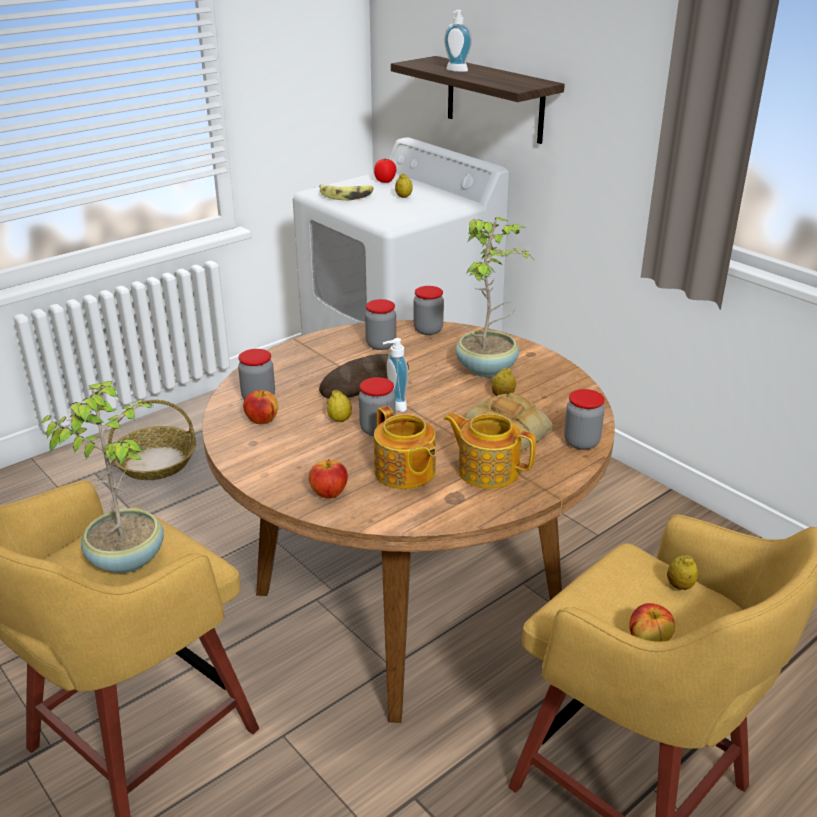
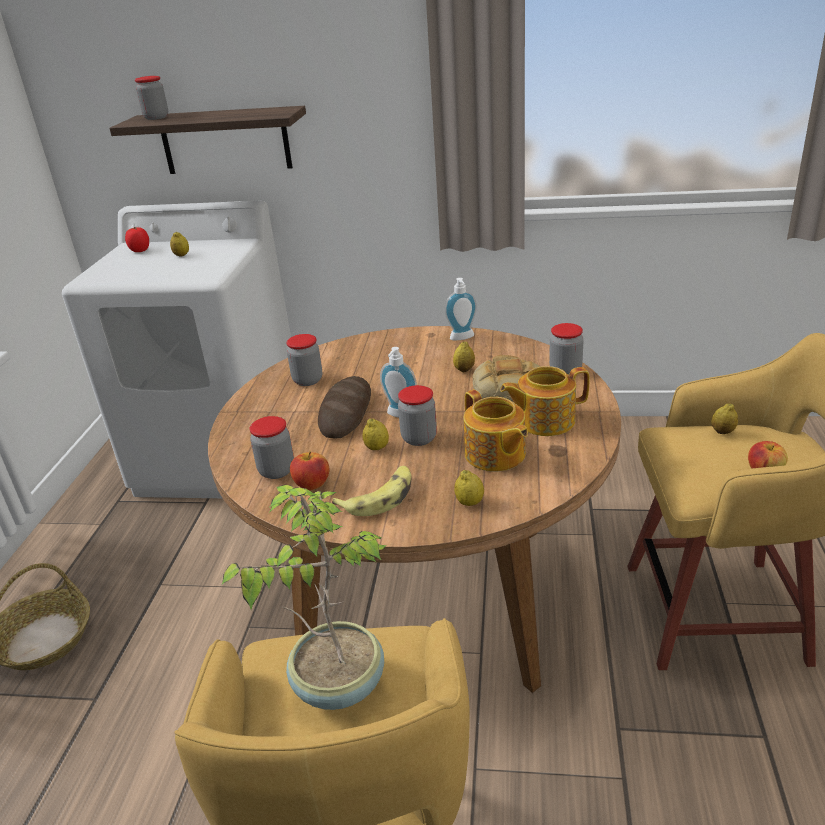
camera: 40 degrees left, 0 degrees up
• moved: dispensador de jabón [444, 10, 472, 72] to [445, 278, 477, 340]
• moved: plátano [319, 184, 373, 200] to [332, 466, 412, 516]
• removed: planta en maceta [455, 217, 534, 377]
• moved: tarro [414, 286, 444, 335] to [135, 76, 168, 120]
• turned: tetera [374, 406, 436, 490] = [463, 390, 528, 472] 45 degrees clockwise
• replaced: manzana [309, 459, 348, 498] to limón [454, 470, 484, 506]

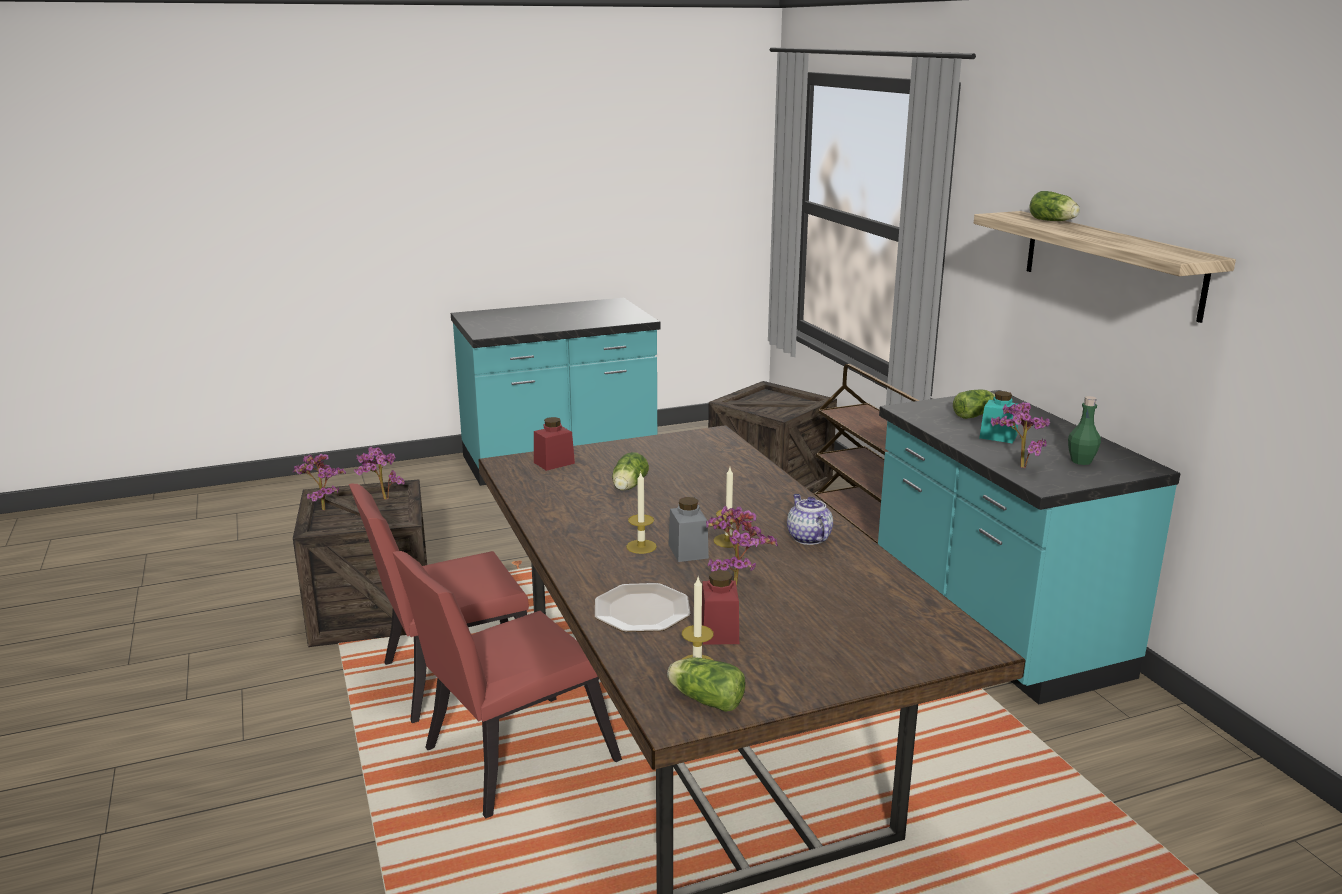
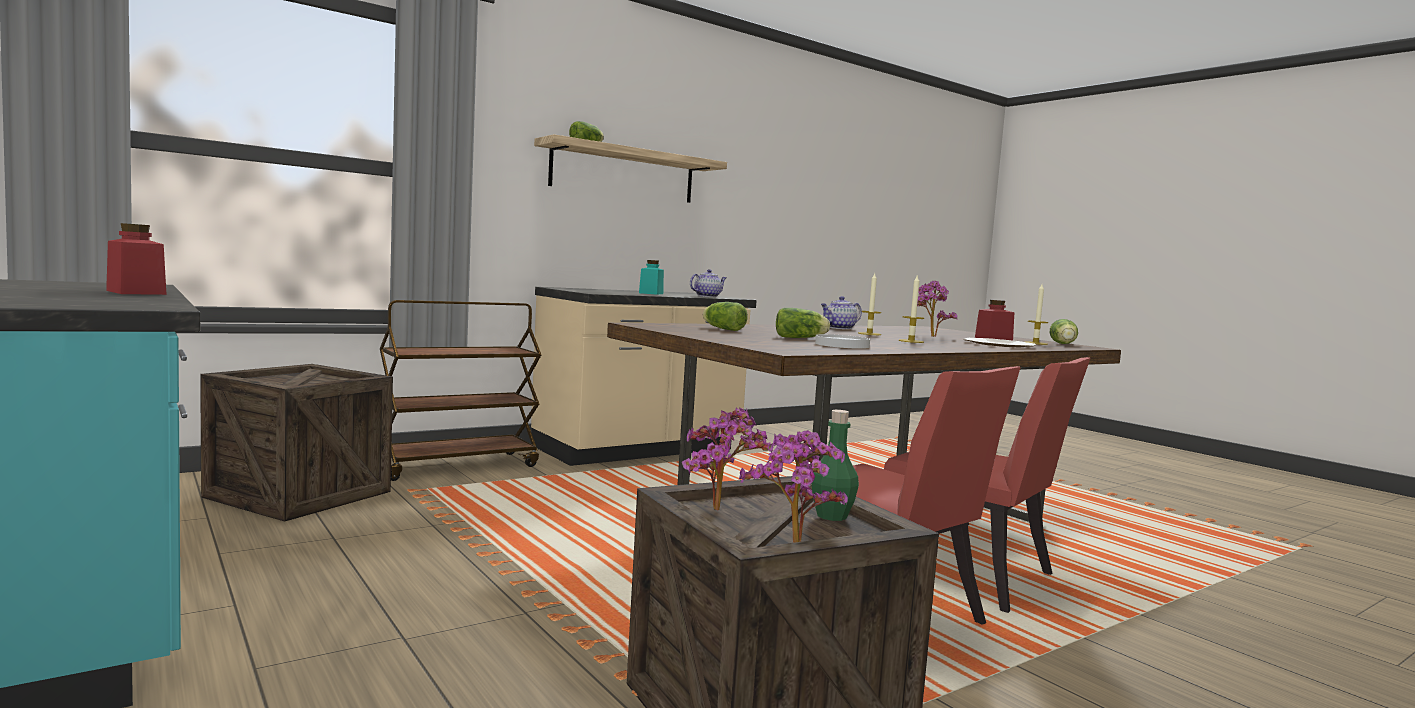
camera: 105 degrees left, 15 degrees down
• moved: lechuga [953, 389, 995, 419] to [703, 302, 748, 331]
• recoloured: mueble bajo de cocina [turquesa] [878, 390, 1180, 705] to mueble bajo de cocina [beis] [531, 287, 757, 466]
• moved: botella [verde] [1068, 396, 1101, 465] to [812, 410, 859, 521]
• replaced: planta en maceta [991, 402, 1050, 468] to tetera [690, 269, 726, 297]
• moved: tarro [rojo] [534, 417, 575, 471] to [106, 223, 167, 295]
• removed: tarro [gris] [668, 497, 709, 562]
• added: plato [blanco] [815, 334, 870, 349]

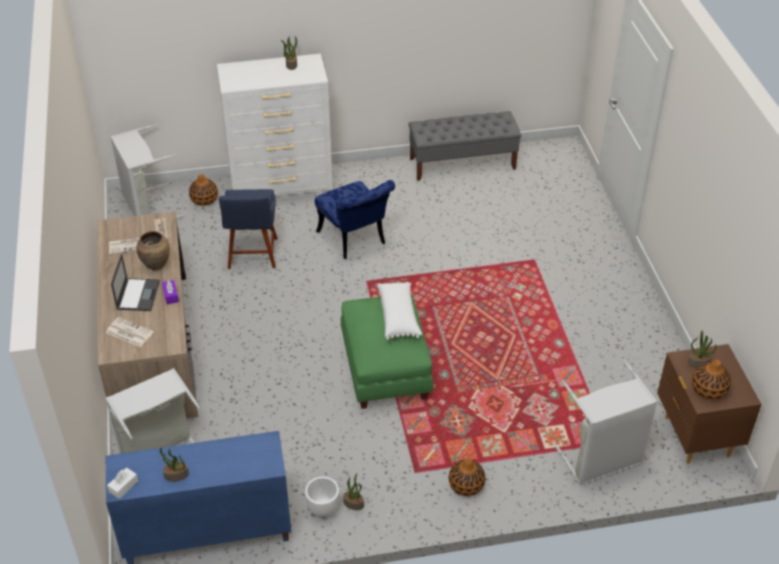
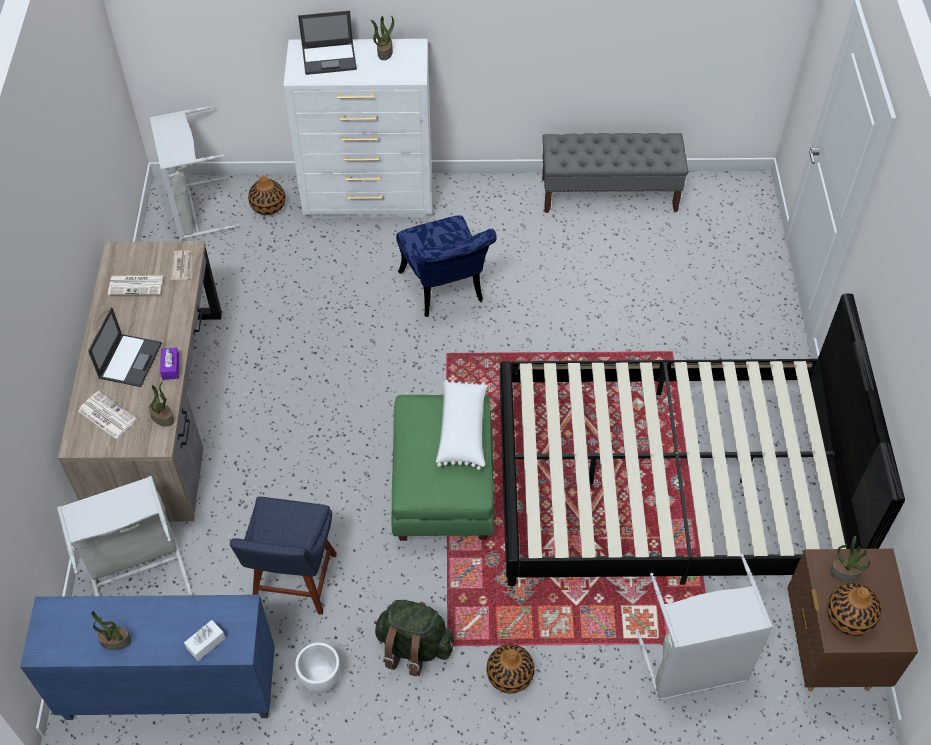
camera: 10 degrees right, 10 degrees up
• moved: silla [azul] [219, 189, 277, 269] to [230, 497, 337, 615]
• removed: florero [marrón] [137, 231, 170, 271]
• moved: caja de pañuelos [blanco] [107, 468, 138, 499] to [184, 620, 225, 661]
• moved: planta en maceta [343, 474, 364, 510] to [148, 381, 174, 427]
• added: portátil [298, 11, 357, 75]
• added: cama [negro] [500, 294, 905, 587]
• added: mochila [verde] [374, 600, 454, 676]

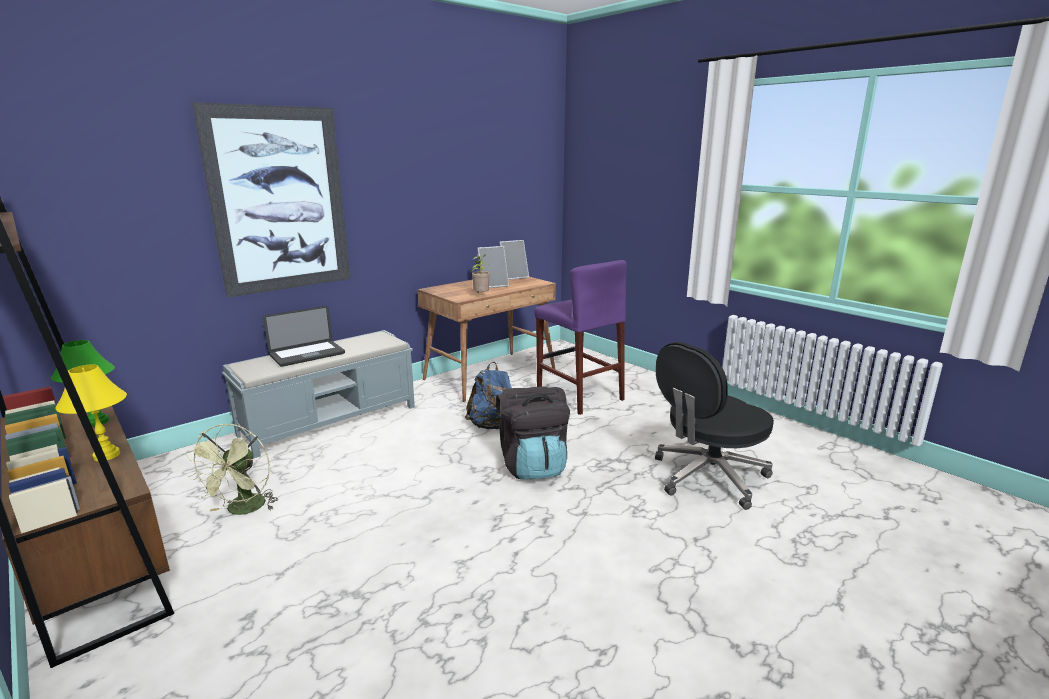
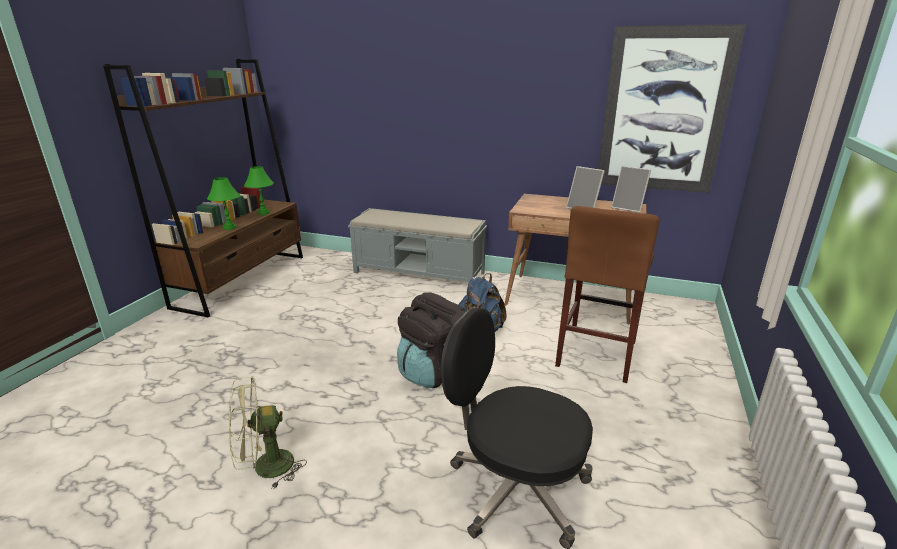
camera: 60 degrees right, 5 degrees up
• moved: cuadro [192, 102, 350, 298] to [598, 24, 746, 193]
• removed: planta en maceta [471, 254, 490, 293]
• recoloured: taburete [morado] [534, 260, 627, 415] to taburete [marrón] [555, 206, 660, 383]
• removed: portátil [263, 306, 345, 367]
• recoloured: lámpara de mesa [amarillo] [55, 364, 127, 461] to lámpara de mesa [verde] [207, 177, 240, 230]
• moved: ventilador [verde] [186, 423, 279, 515] to [229, 376, 307, 489]

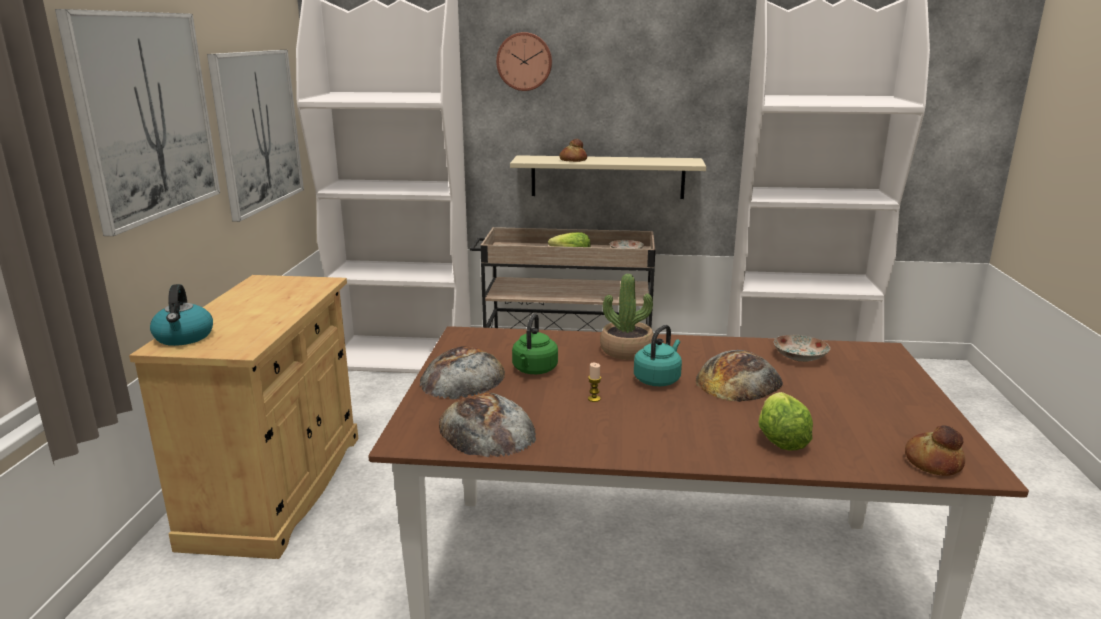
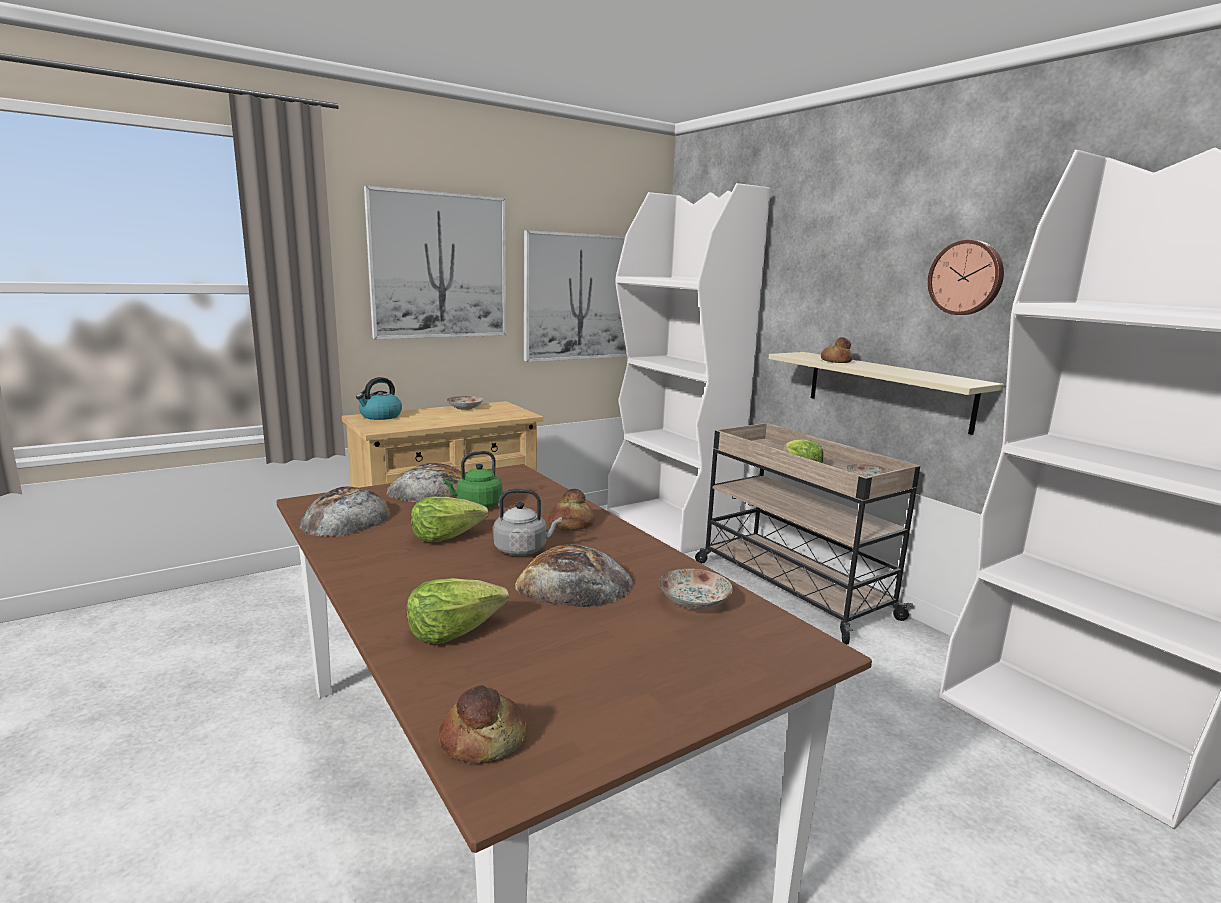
camera: 50 degrees right, 5 degrees down
• moved: reloj de pared [496, 32, 552, 91] to [928, 240, 1004, 315]
• replaced: planta en maceta [600, 274, 654, 360] to pan [548, 489, 595, 531]
• recoloured: hervidor [turquesa] [634, 325, 682, 386] to hervidor [gris] [493, 488, 562, 555]
• replaced: vela [588, 363, 601, 402] to lechuga [411, 497, 488, 542]
• added: plato [446, 396, 483, 410]

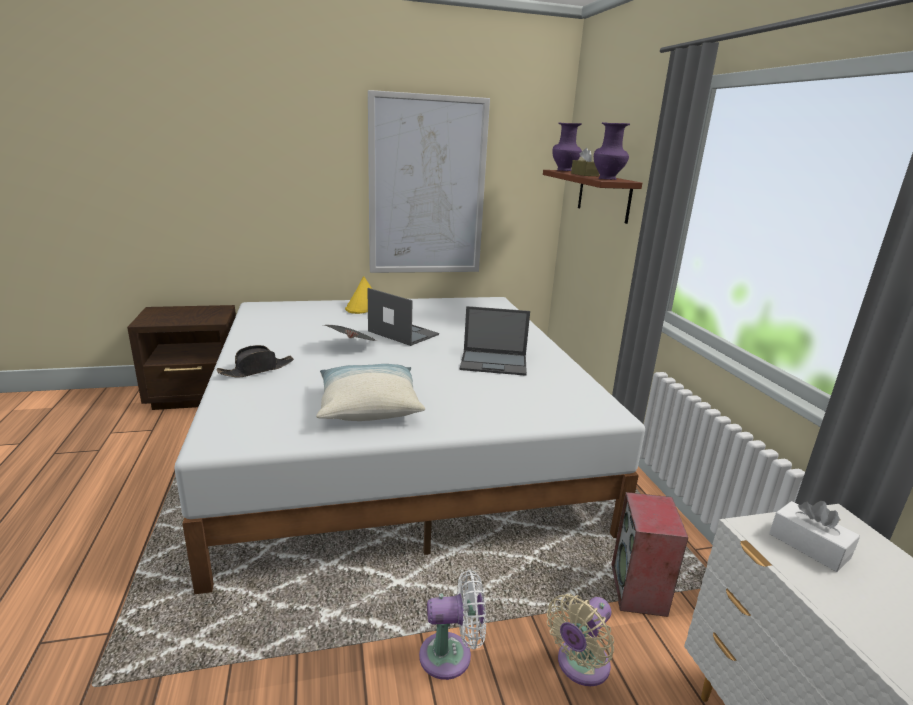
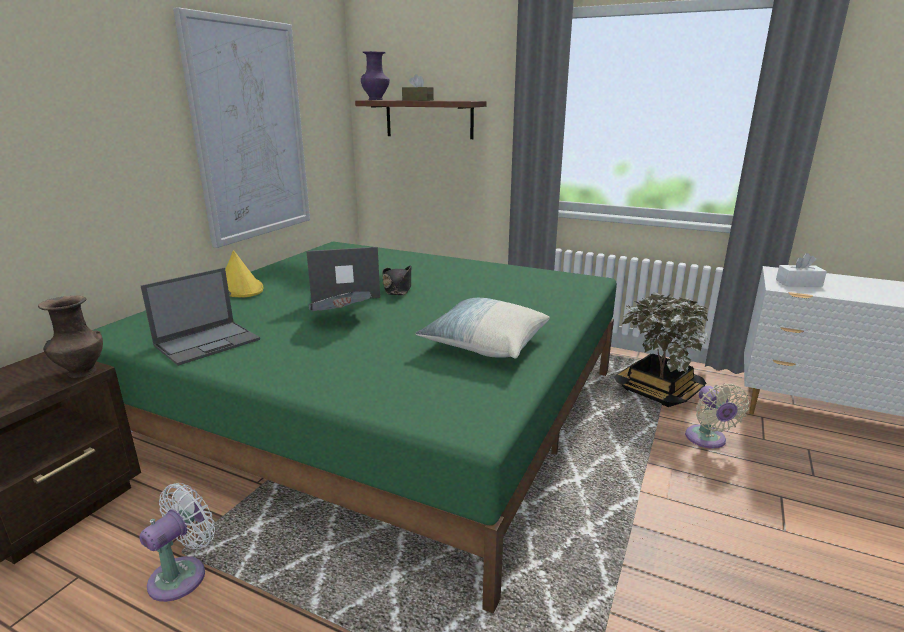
camera: 50 degrees left, 0 degrees up
• removed: florero [morado] [594, 122, 630, 180]
• recoloured: cama [blanco] [174, 297, 645, 595] to cama [verde] [92, 242, 617, 614]
• moved: portátil [460, 306, 530, 376] to [140, 268, 260, 366]
• moved: sombrero [negro] [217, 345, 294, 377] to [382, 266, 411, 295]
• replaced: altavoz [611, 492, 688, 617] to planta en maceta [614, 293, 709, 407]
• moved: ventilador [blanco] [419, 570, 486, 680] to [140, 483, 215, 602]
• added: florero [marrón] [38, 295, 103, 378]

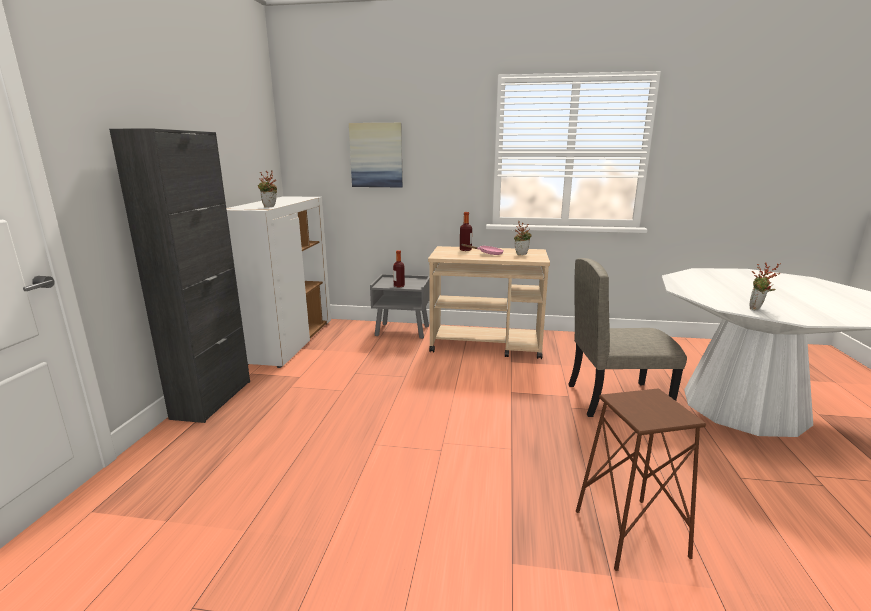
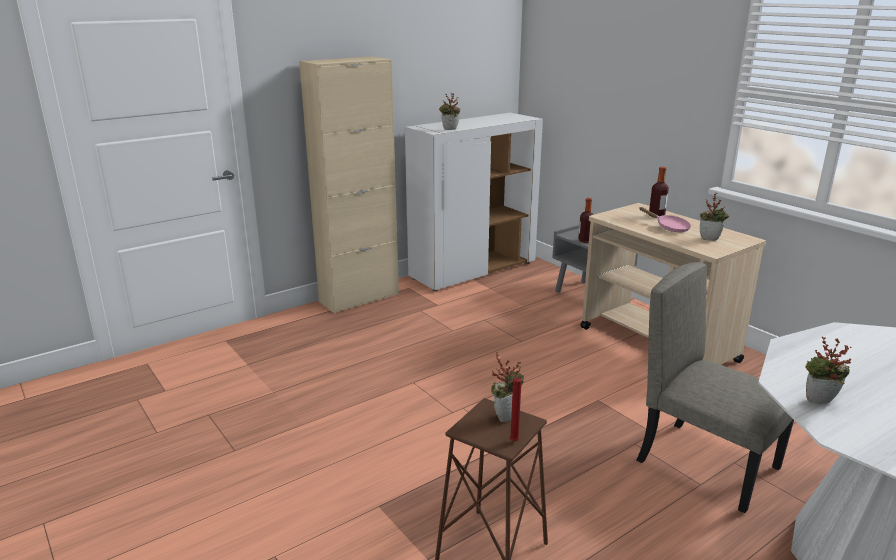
camera: 45 degrees right, 5 degrees up
• removed: cuadro [349, 123, 403, 188]
• recoloured: armario [negro] [109, 128, 250, 423] to armario [beis] [299, 56, 399, 314]
• added: planta en maceta [491, 352, 524, 422]
• added: vela [rojo] [510, 375, 524, 442]

